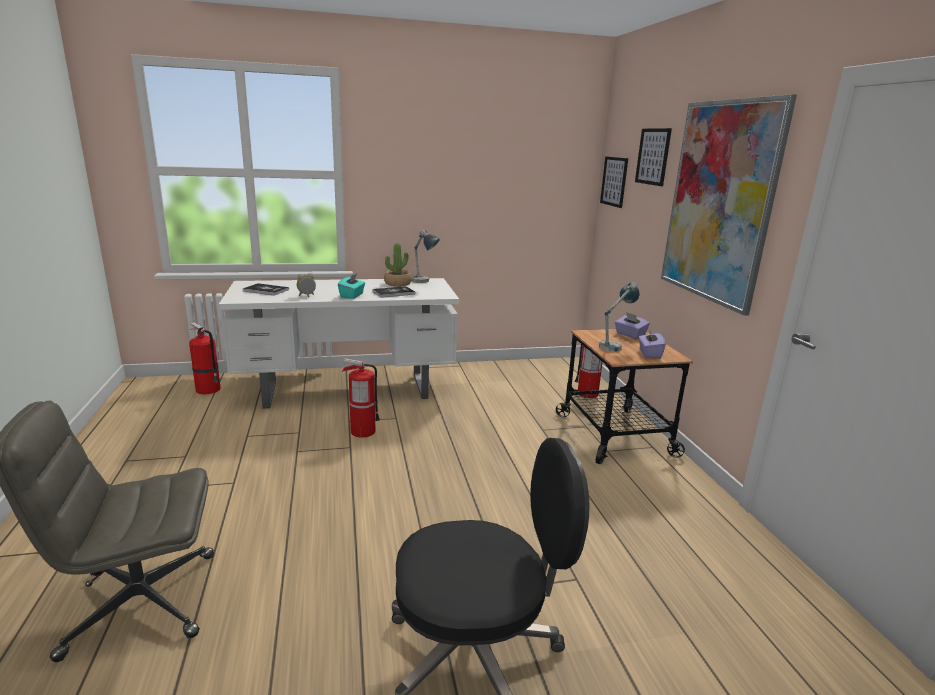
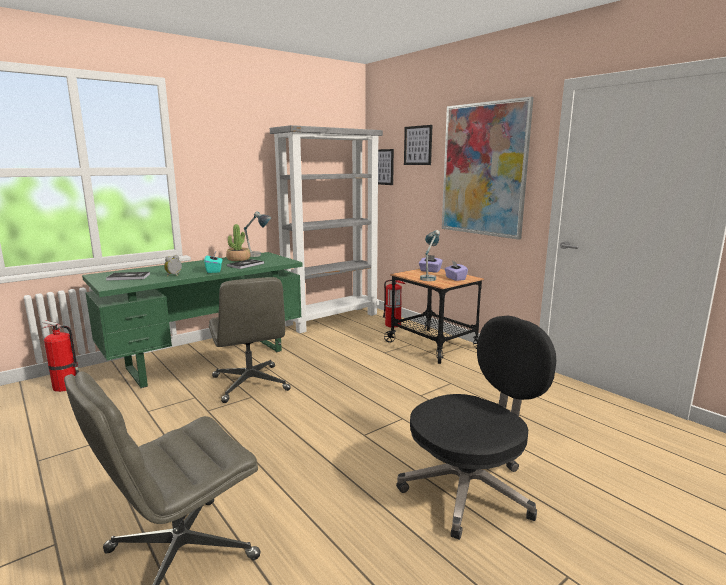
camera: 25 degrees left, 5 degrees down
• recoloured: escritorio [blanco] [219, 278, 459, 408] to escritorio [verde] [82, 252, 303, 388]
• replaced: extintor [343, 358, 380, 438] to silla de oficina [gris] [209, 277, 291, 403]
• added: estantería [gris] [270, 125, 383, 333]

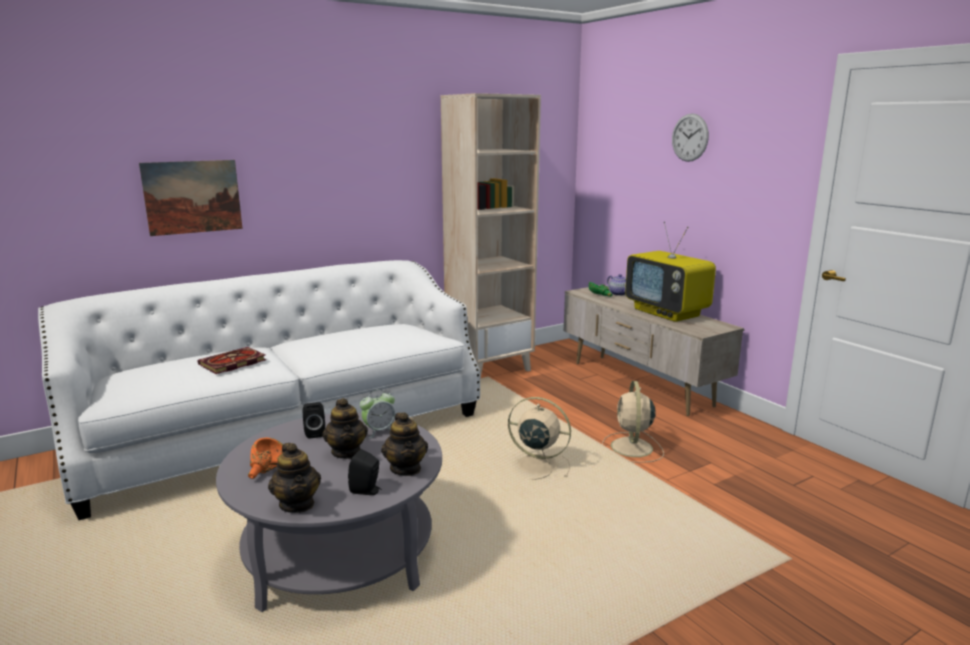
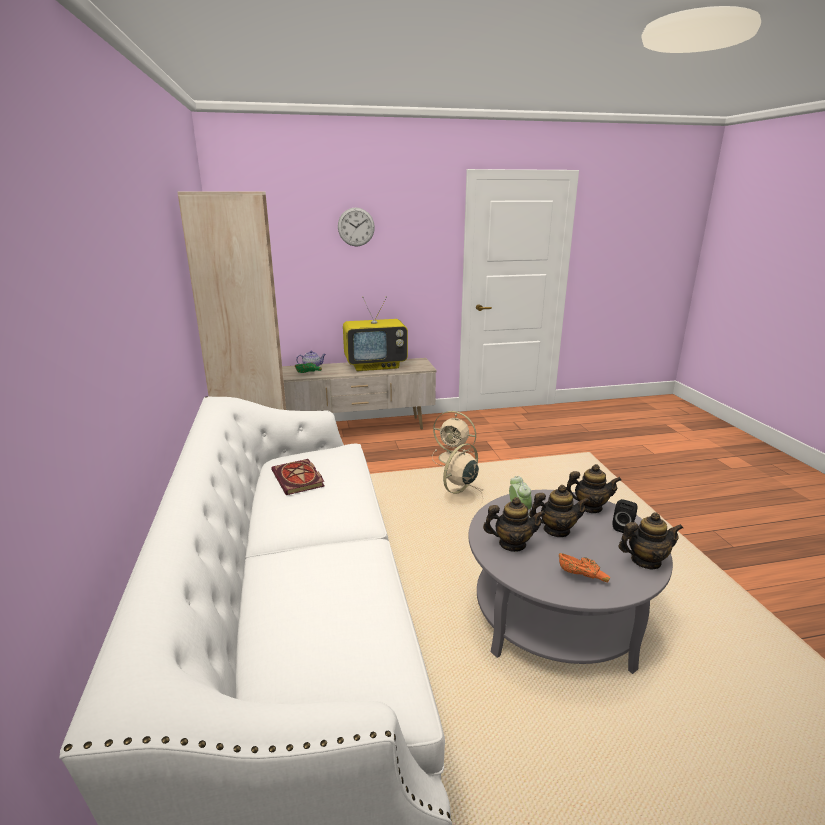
camera: 70 degrees left, 5 degrees up
• removed: cuadro [139, 160, 243, 236]
• moved: libro [198, 347, 266, 374] to [271, 459, 325, 495]
• replaced: altavoz [negro] [303, 402, 325, 439] to tetera [483, 497, 545, 552]

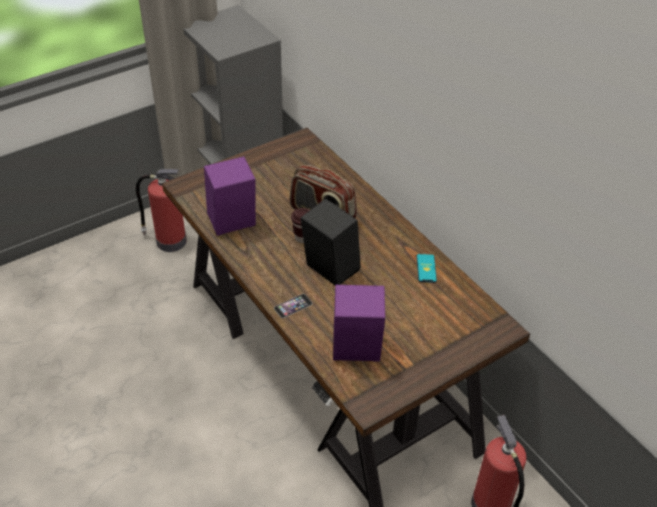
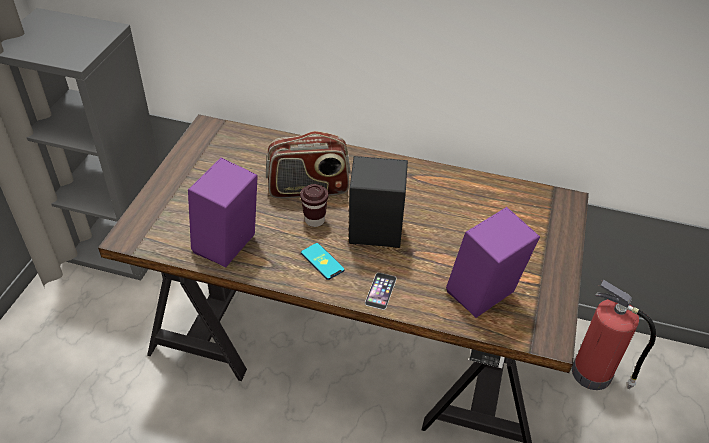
camera: 40 degrees left, 0 degrees up
• removed: extintor [136, 169, 187, 252]
• moved: móvil [417, 254, 437, 283] to [301, 243, 345, 280]

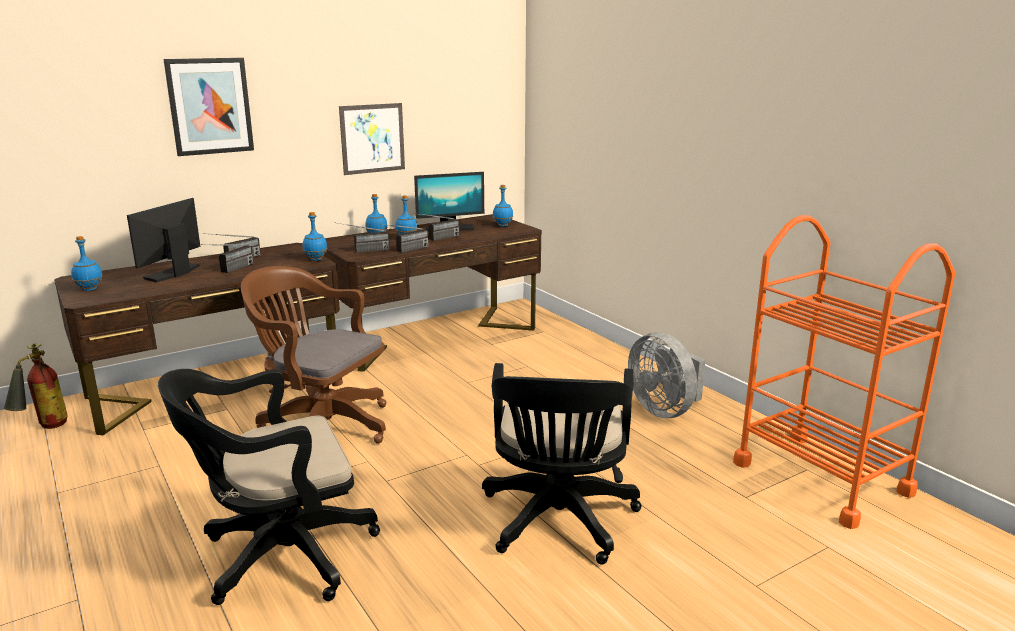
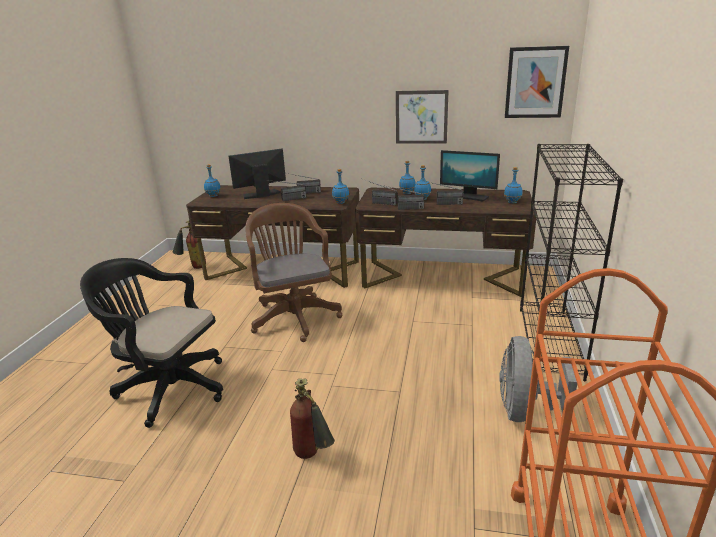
camera: 45 degrees right, 5 degrees up
• moved: cuadro [163, 58, 254, 156] to [505, 46, 569, 118]
• replaced: silla de oficina [negro] [482, 363, 642, 565] to extintor [290, 378, 335, 459]
• added: estantería [negro] [520, 144, 623, 381]

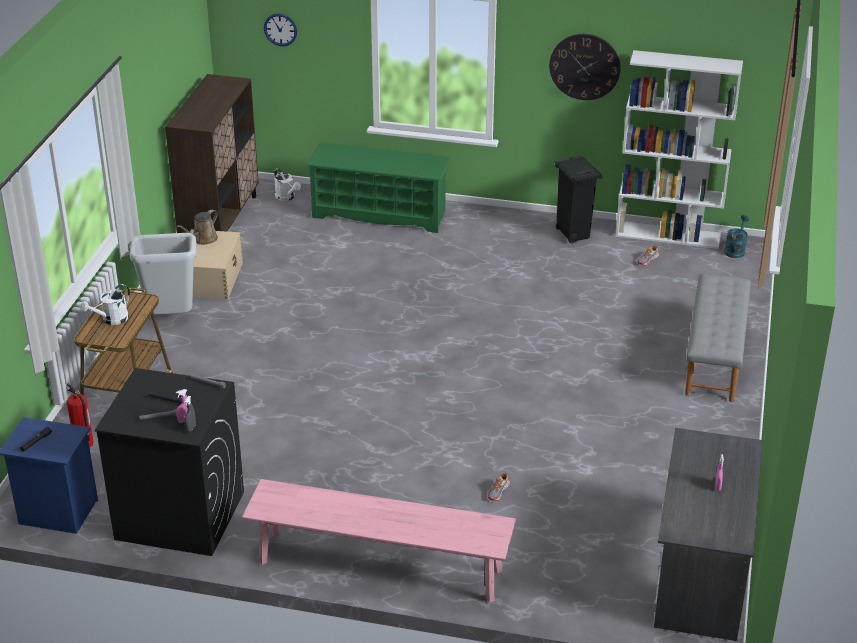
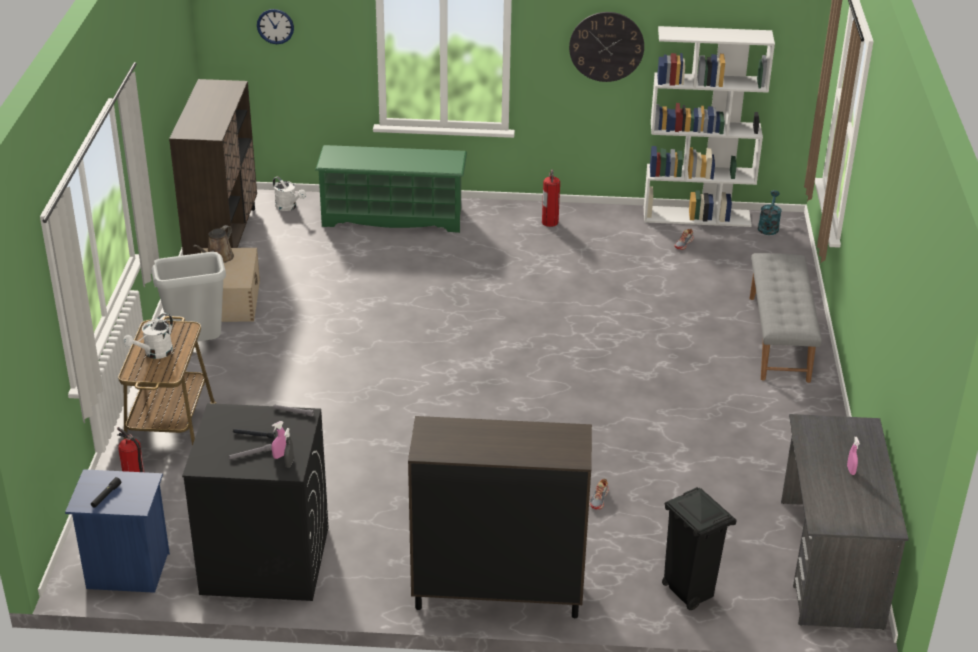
camera: 10 degrees left, 0 degrees up
• moved: papelera [negro] [555, 156, 602, 243] to [662, 487, 737, 610]
• replaced: banco [rosa] [242, 479, 516, 603] to armario [marrón] [408, 416, 592, 618]
• added: extintor [542, 169, 560, 227]

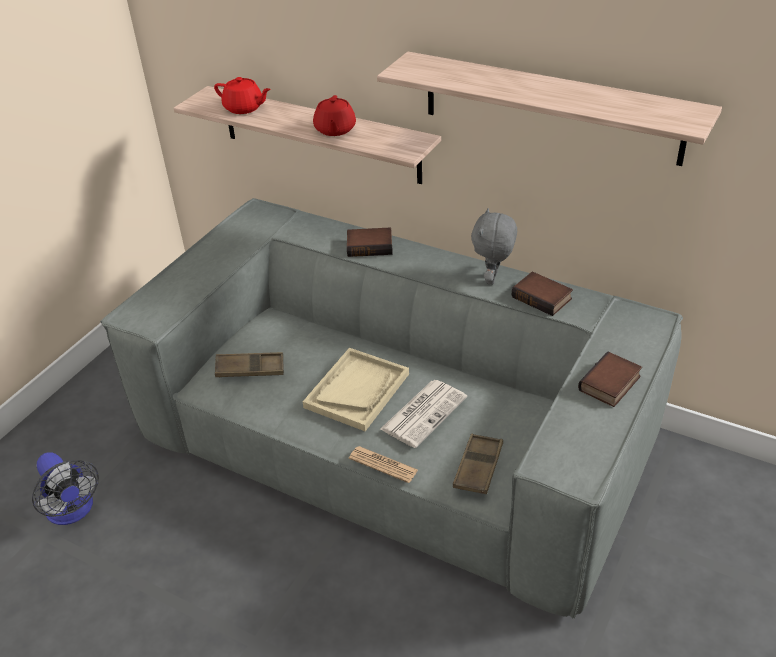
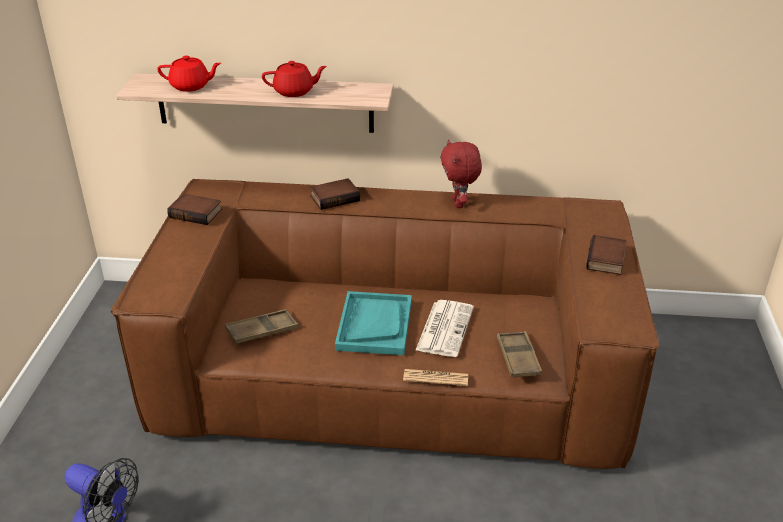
camera: 25 degrees left, 5 degrees down
• removed: estante [377, 52, 722, 166]
• turned: tetera [rojo] [313, 95, 356, 136] = [262, 61, 327, 97] 75 degrees counterclockwise
• recoloured: sofá [gris] [100, 198, 683, 619] to sofá [marrón] [111, 179, 659, 469]
• recoloured: peluche [gris] [471, 208, 517, 285] to peluche [rojo] [440, 140, 482, 208]
• moved: libro [512, 271, 573, 316] to [167, 194, 222, 225]
• recoloured: bandeja [beis] [303, 348, 409, 431] to bandeja [turquesa] [335, 291, 412, 355]

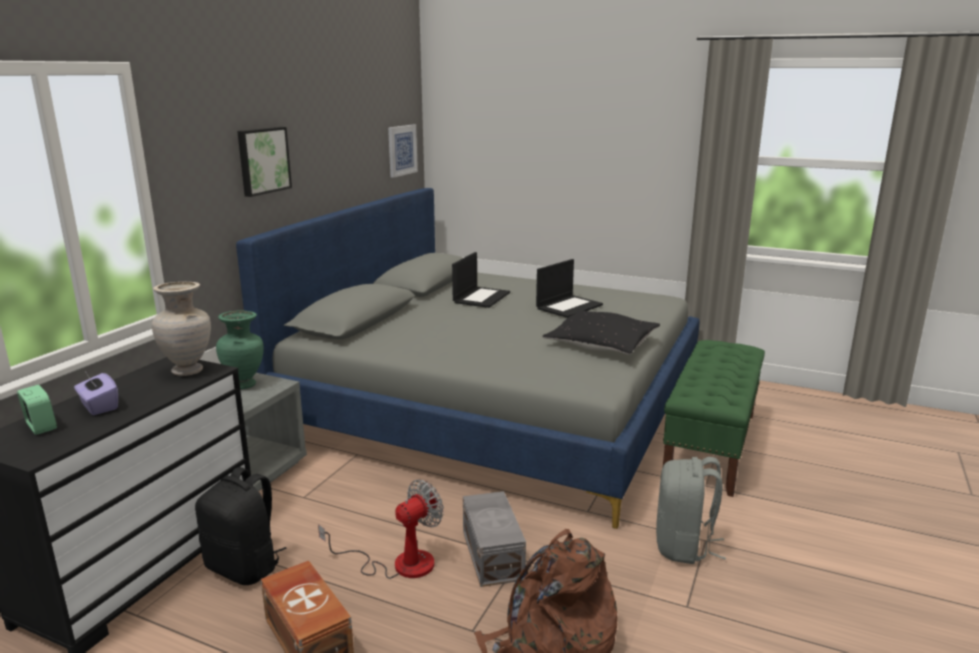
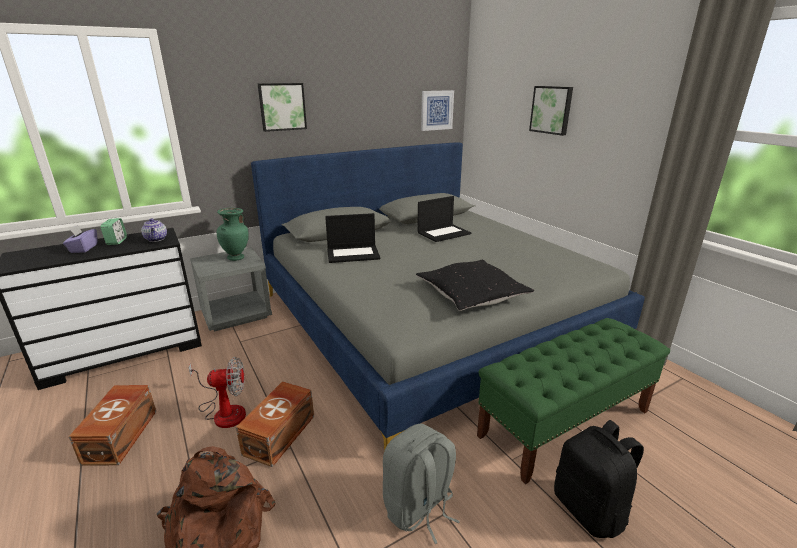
camera: 35 degrees right, 5 degrees up
• moved: portátil [536, 259, 603, 318] to [325, 213, 380, 263]
• replaced: florero [beis] [152, 282, 211, 376] to tetera [141, 218, 167, 242]
• moved: despertador [17, 385, 57, 435] to [101, 218, 127, 245]
• moved: mochila [negro] [195, 467, 287, 585] to [554, 420, 644, 538]
• recoloured: caja de almacenaje [gris] [463, 491, 526, 587] to caja de almacenaje [marrón] [236, 381, 314, 467]
• added: cuadro [529, 86, 573, 136]

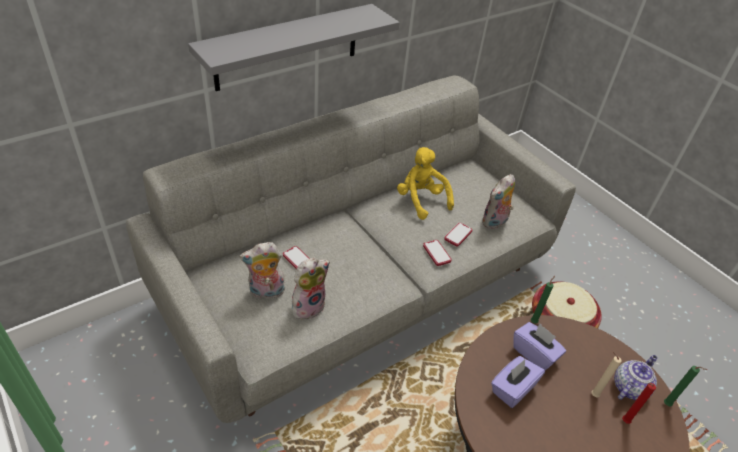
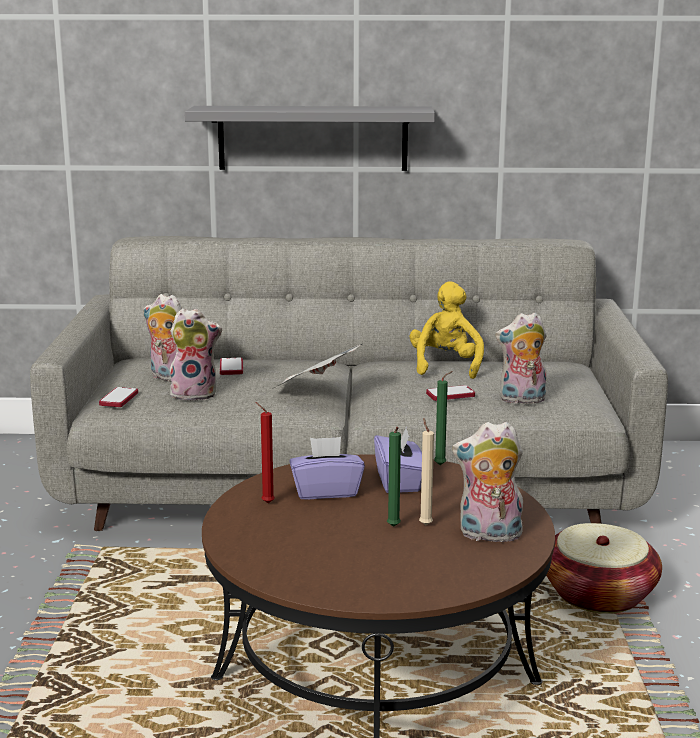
camera: 40 degrees right, 25 degrees down
• moved: móvil [423, 240, 452, 266] to [99, 387, 138, 407]
• replaced: tetera [614, 355, 657, 400] to peluche [452, 421, 523, 542]
• moved: vela [verde] [664, 366, 707, 406] to [387, 427, 401, 527]
• moved: vela [rojo] [622, 383, 656, 424] to [255, 402, 275, 503]
• added: periódico [272, 344, 362, 389]

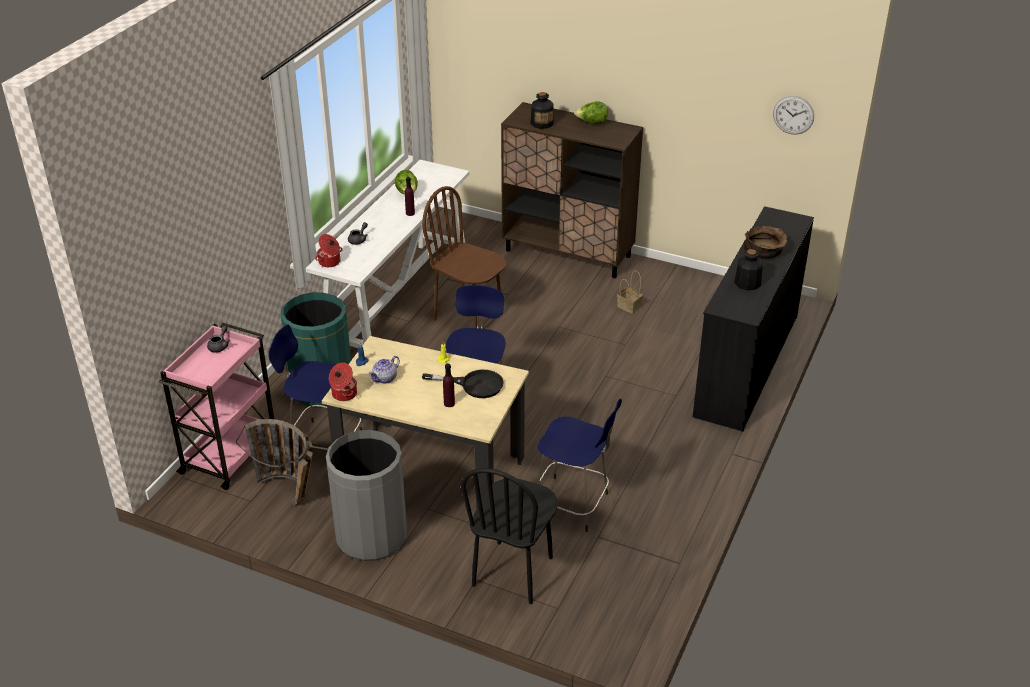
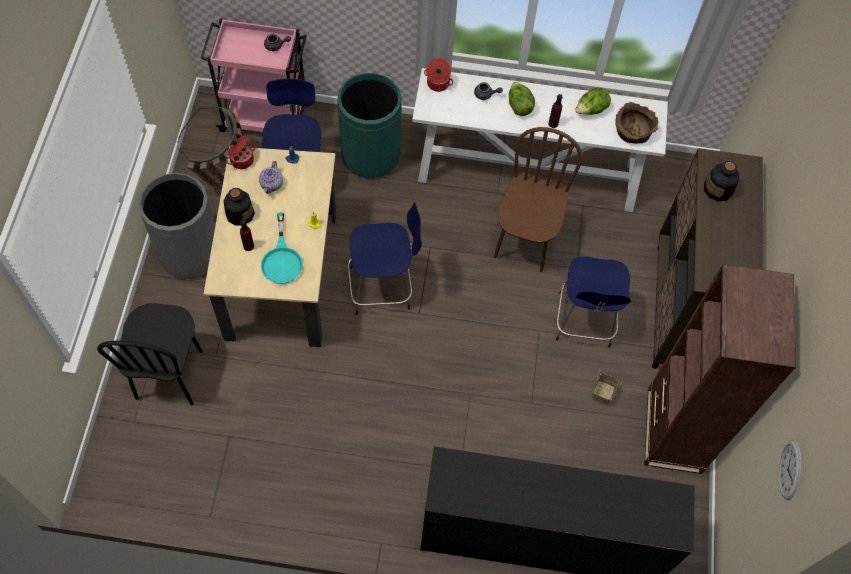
camera: 70 degrees right, 25 degrees up
• moved: lechuga [574, 101, 608, 124] to [509, 82, 535, 116]
• moved: cuenco [marrón] [744, 226, 787, 258] to [615, 102, 658, 144]
• moved: botella [734, 249, 763, 290] to [223, 188, 255, 226]
• turned: tetera [369, 356, 400, 384] = [259, 161, 283, 194] 105 degrees counterclockwise
• recoloured: sartén [negro] [422, 370, 504, 398] to sartén [turquesa] [261, 212, 303, 284]
• moved: taburete [azul] [537, 399, 622, 532] to [556, 256, 631, 348]
• turned: silla [negro] [461, 468, 557, 604] = [97, 303, 203, 406] 90 degrees counterclockwise
• added: estantería [marrón] [644, 264, 796, 474]

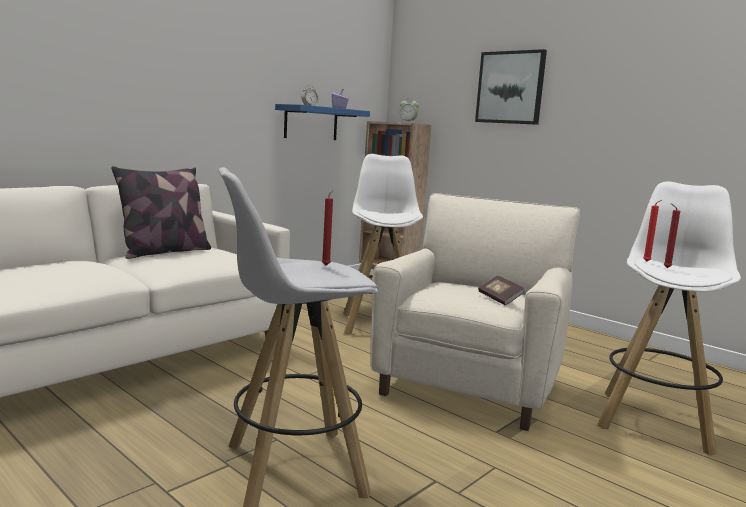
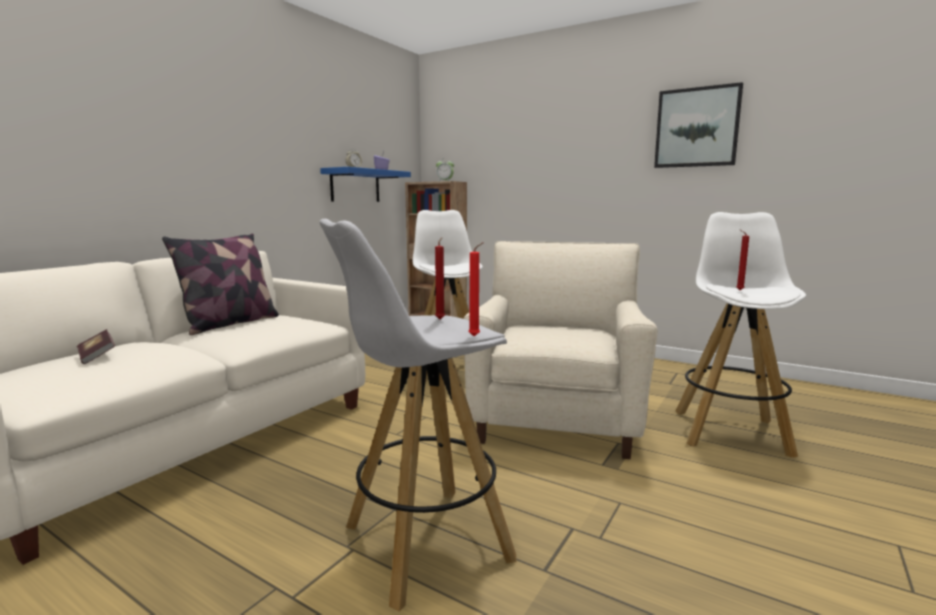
camera: 10 degrees left, 0 degrees up
• moved: cuadro [475, 49, 547, 125] to [654, 82, 743, 168]
• moved: vela [rojo] [643, 200, 662, 262] to [469, 242, 484, 336]
• moved: libro [478, 275, 524, 305] to [77, 329, 115, 364]

